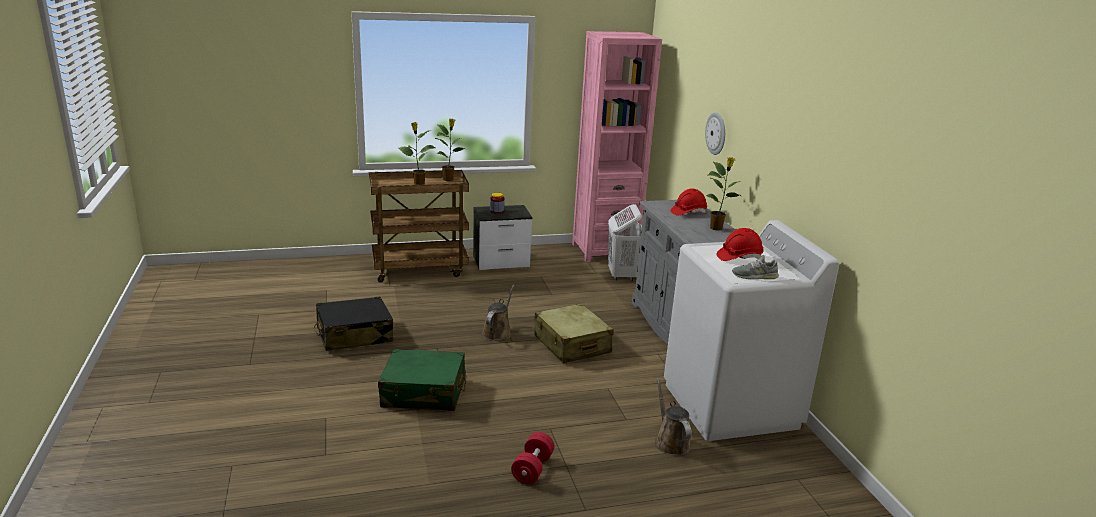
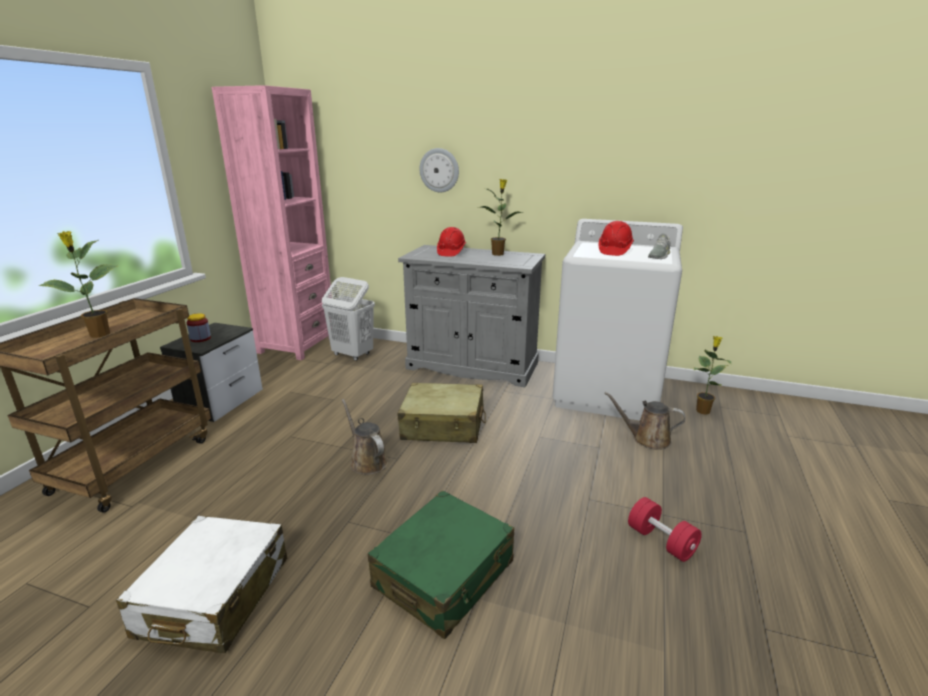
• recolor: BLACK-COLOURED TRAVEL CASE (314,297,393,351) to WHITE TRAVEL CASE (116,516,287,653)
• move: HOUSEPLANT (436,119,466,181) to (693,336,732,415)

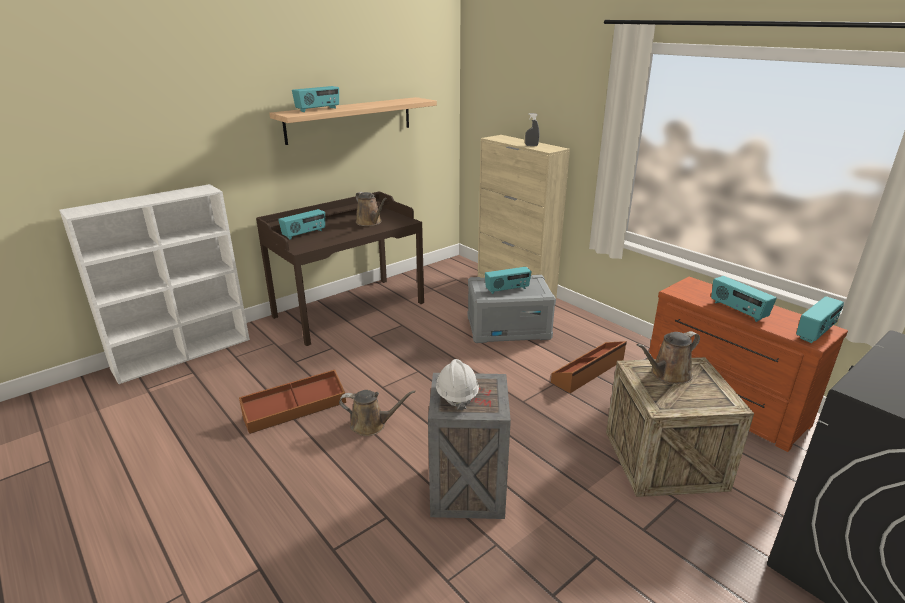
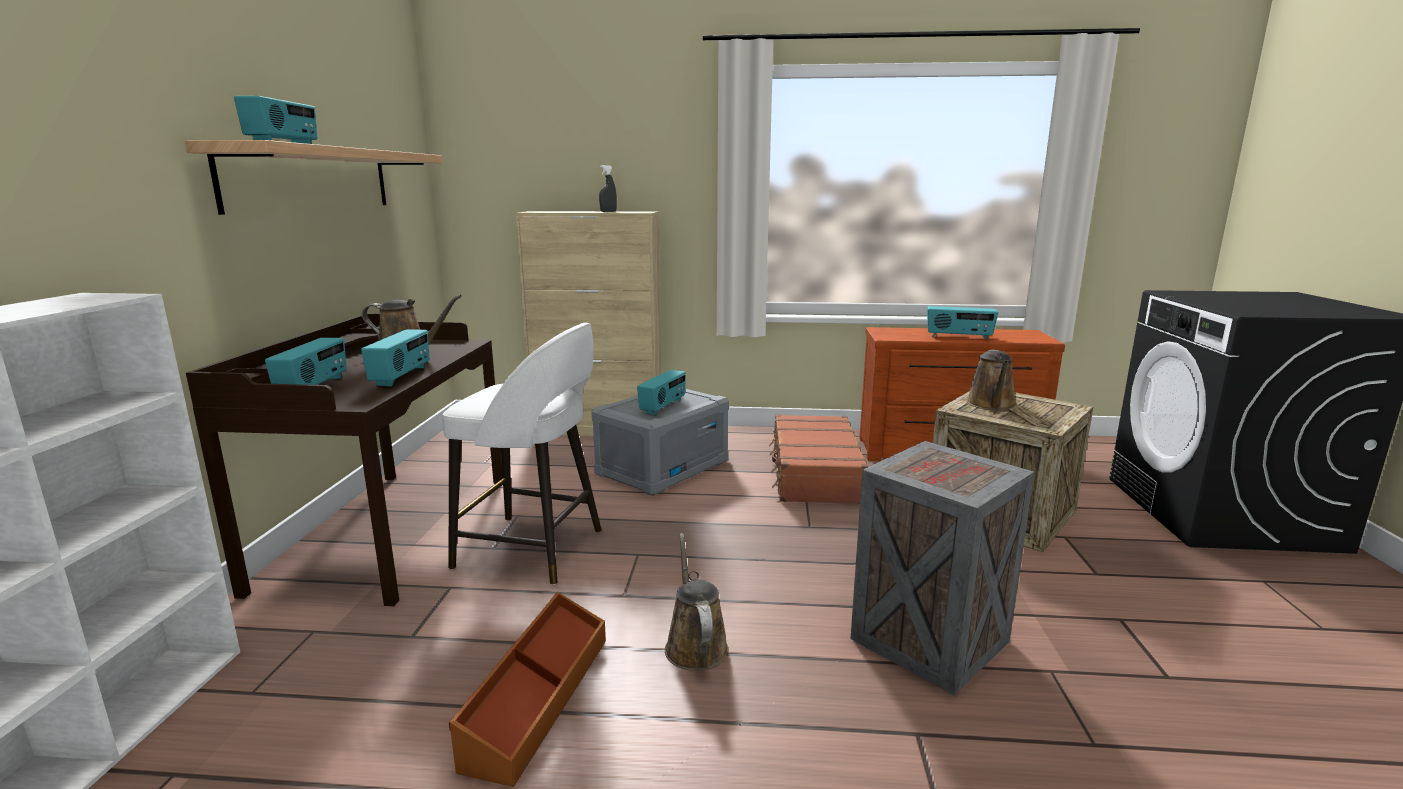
• rotate: BROWNISH WATERING CAN (339,390,415,436) = (665,533,729,671) 60 degrees counterclockwise
• delete: WHITE HARD HAT (436,359,479,411)
• replace: BROWNISH STORAGE BOX (551,341,627,393) to BROWNISH TRAVEL CASE (769,414,868,504)
• move: RADIO RECEIVER (796,296,844,343) to (361,329,430,386)
• insert: WHITE STOOL (442,323,601,585)

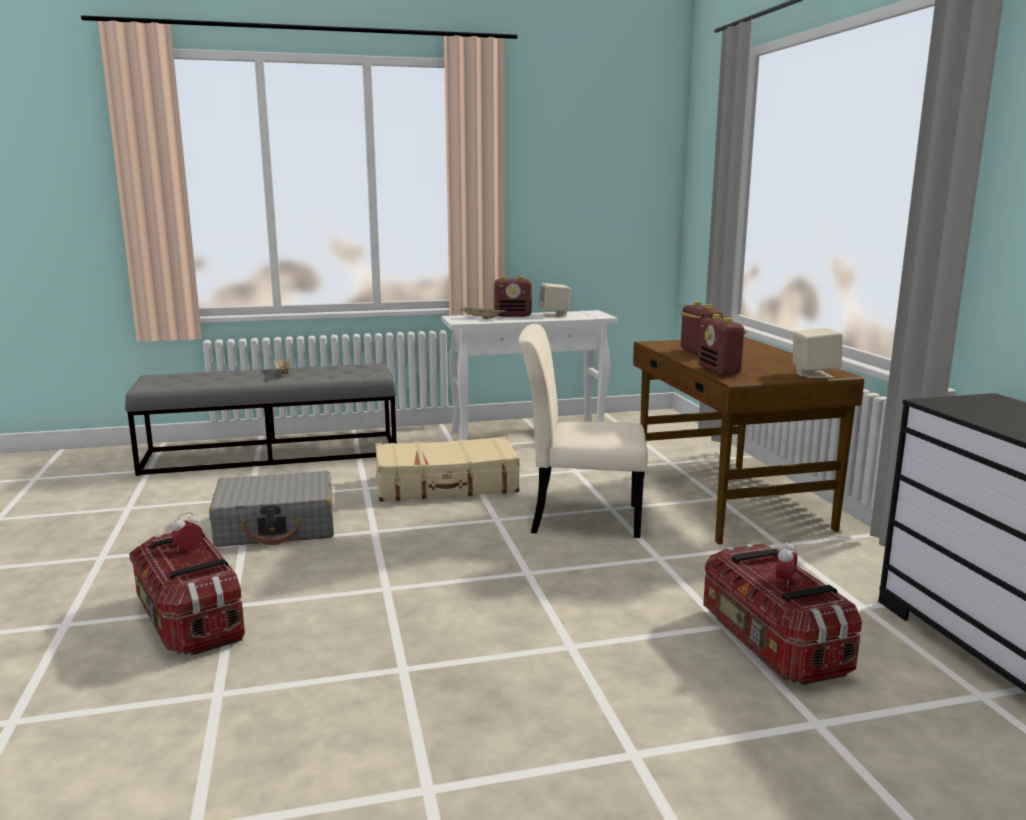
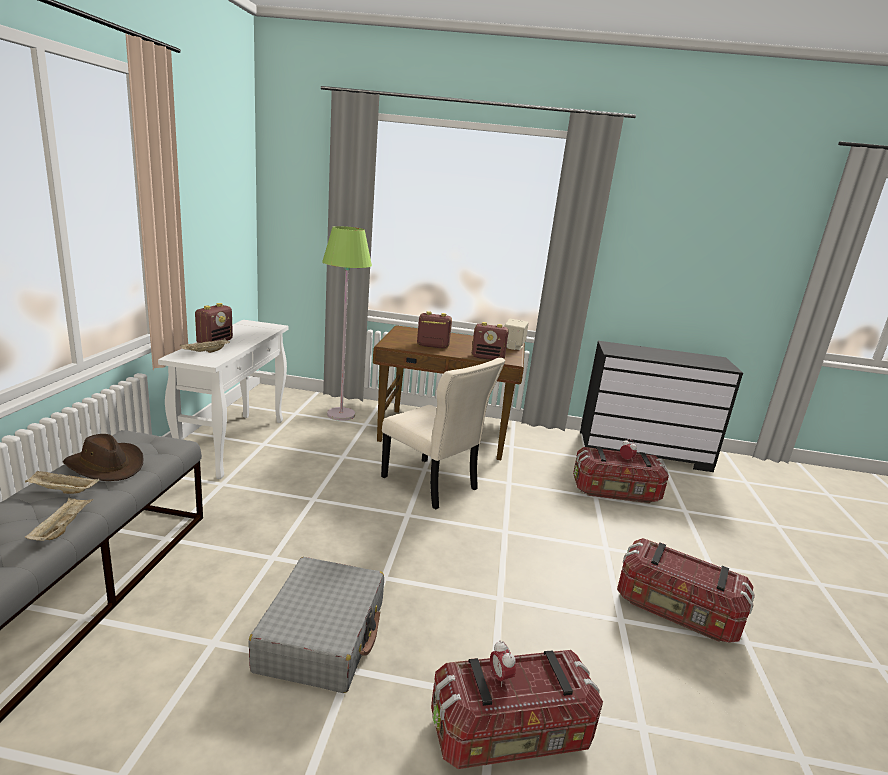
• delete: BEIGE-COLOURED TRAVEL CASE (375,436,520,502)
• rotate: BEIGE-COLOURED CHAIR (518,324,648,538) = (381,358,505,509) 75 degrees counterclockwise
• delete: BEIGE-COLOURED LOUDSPEAKER (539,283,571,317)
• insert: BEIGE-COLOURED SERVING TRAY (25,498,93,541)
• insert: BROWNISH WEARABLE HAT (63,434,143,481)
• insert: GREENISH FLOOR LAMP (322,226,372,421)
• insert: STORAGE BOX (617,538,755,643)

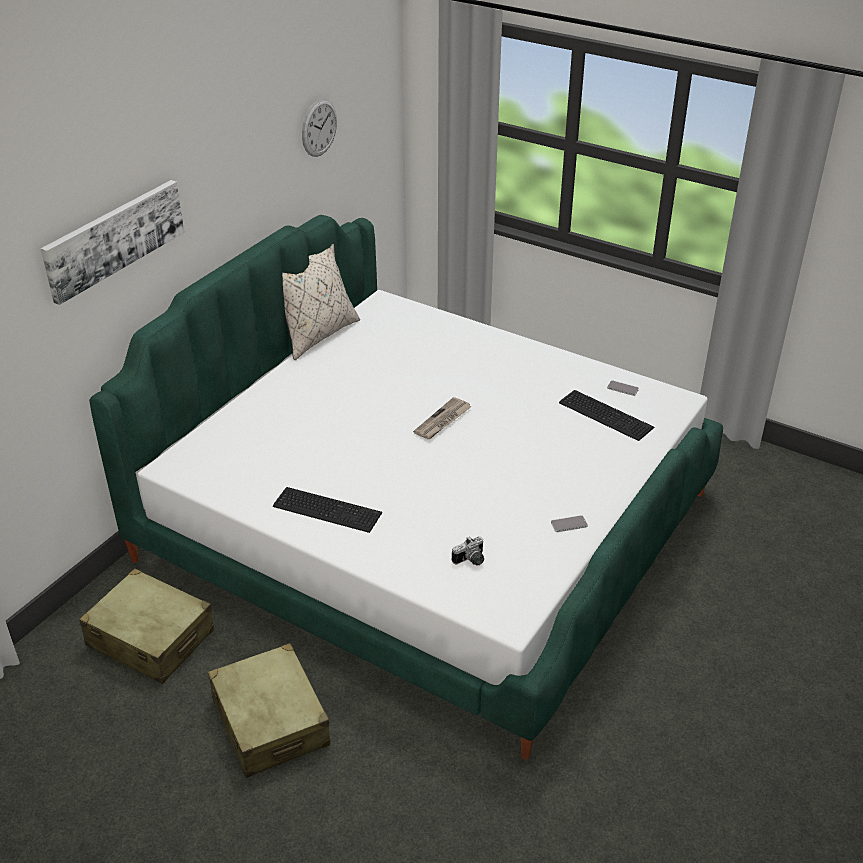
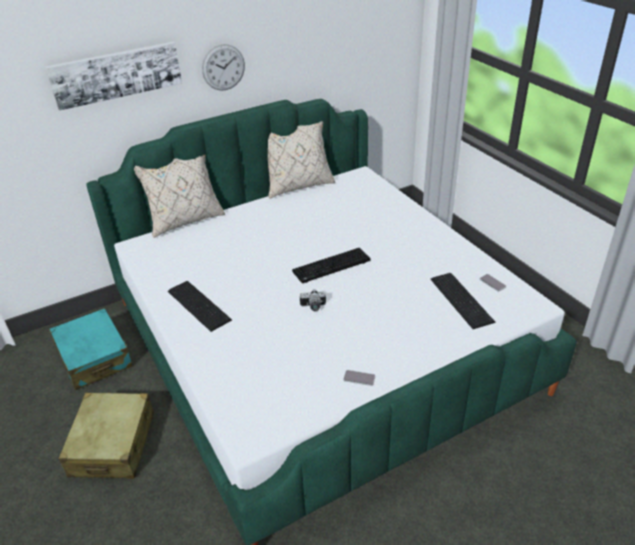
• recolor: BEIGE-COLOURED TRAVEL CASE (79,569,214,684) to BLUE-GREEN TRAVEL CASE (49,308,132,390)
• move: HANGING CLOCK (302,99,337,157) to (202,44,245,91)
• replace: NEWSPAPER (413,397,471,439) to KEYBOARD (292,248,371,283)
• move: PHOTO CAMERA (452,536,484,566) to (300,289,326,311)
• insert: BEIGE-COLOURED PILLOW (134,155,225,238)

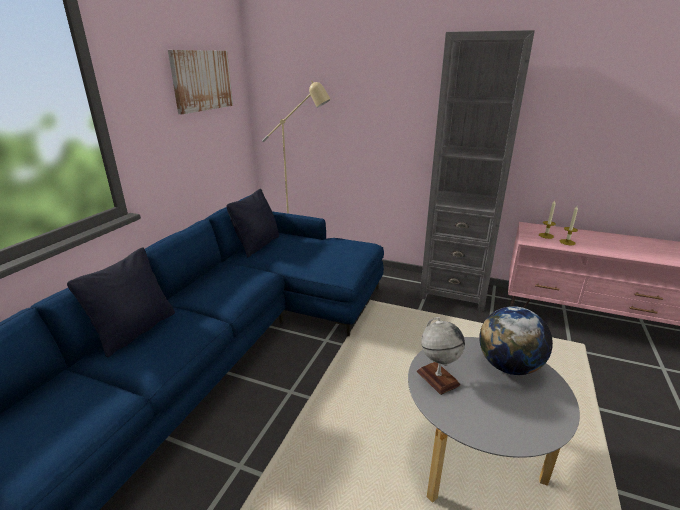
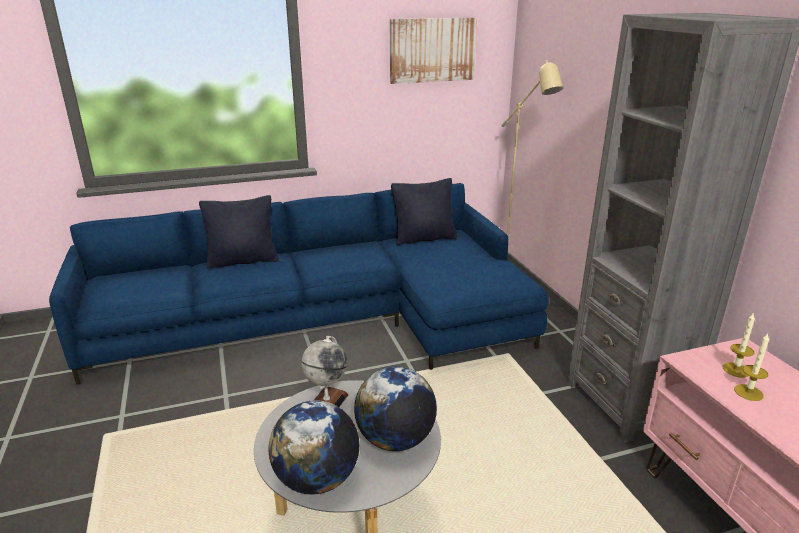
• insert: WORLD GLOBE (269,400,359,495)

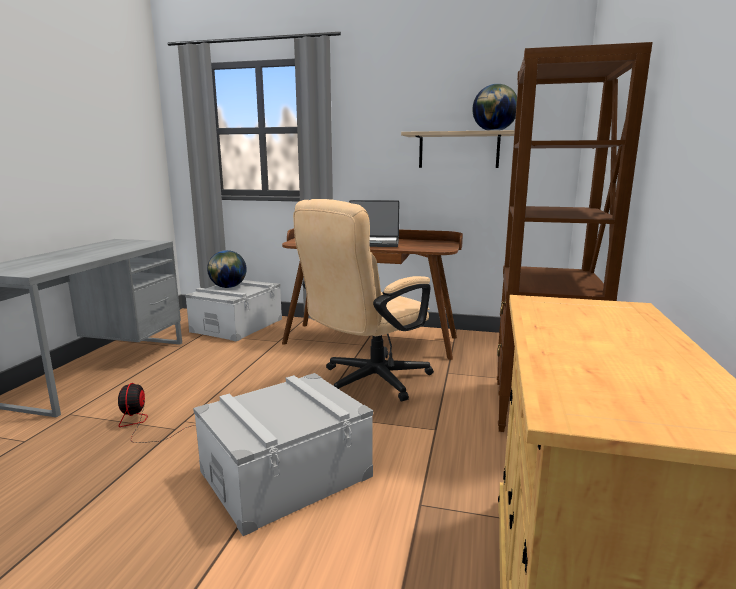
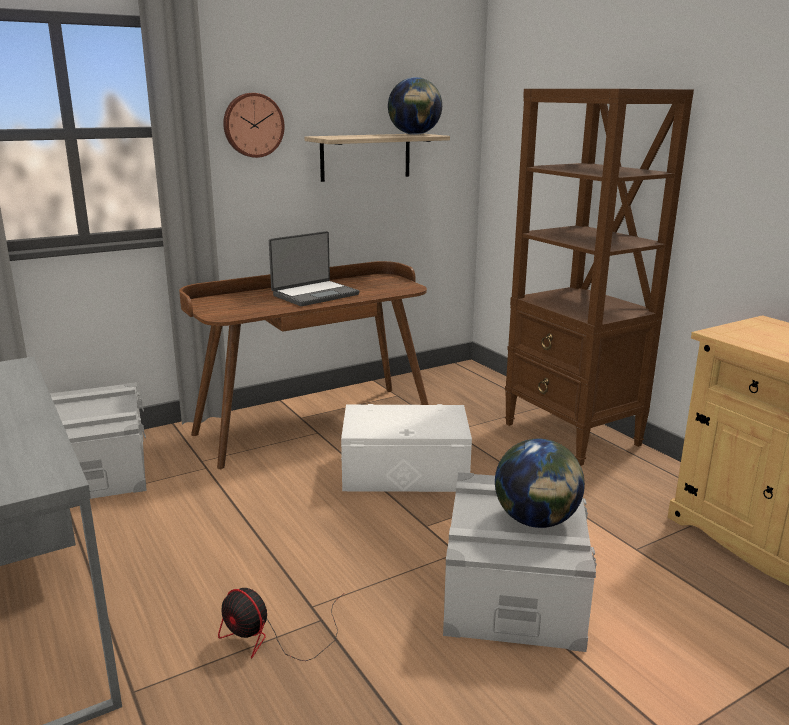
• move: WORLD GLOBE (207,250,247,288) to (495,439,585,528)
• replace: BEIGE-COLOURED DESK CHAIR (293,199,434,402) to WHITE STORAGE BOX (341,404,472,492)
• insert: HANGING CLOCK (223,93,285,158)

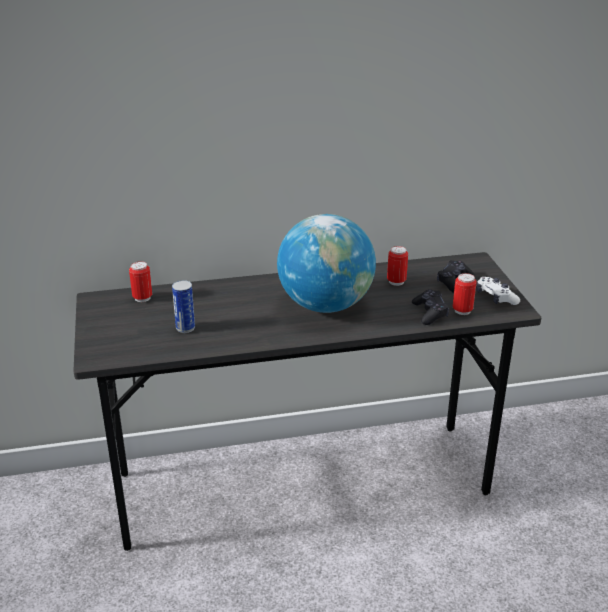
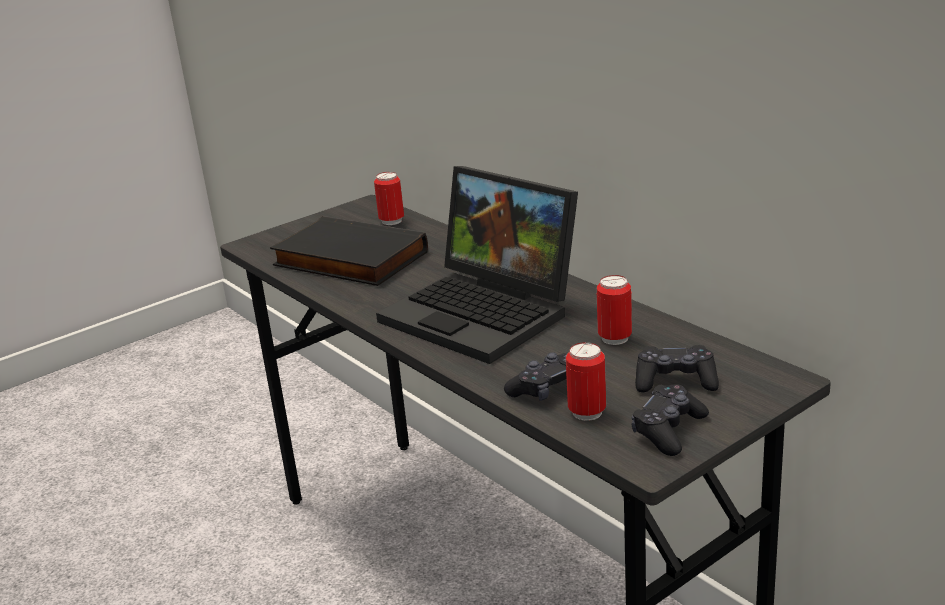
• replace: SEALED CAN (172,280,195,333) to BLACK-COLOURED BOUND BOOK (270,216,428,286)
• replace: WORLD GLOBE (277,214,376,313) to NOTEBOOK COMPUTER (376,166,578,364)
• recolor: WHITE GAMEPAD (476,277,520,305) to BLACK-COLOURED GAMEPAD (631,384,709,456)

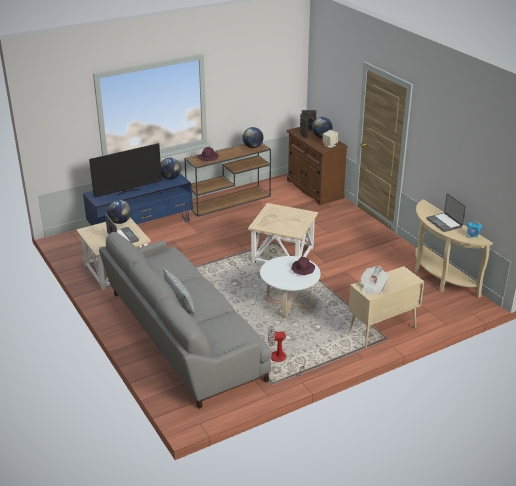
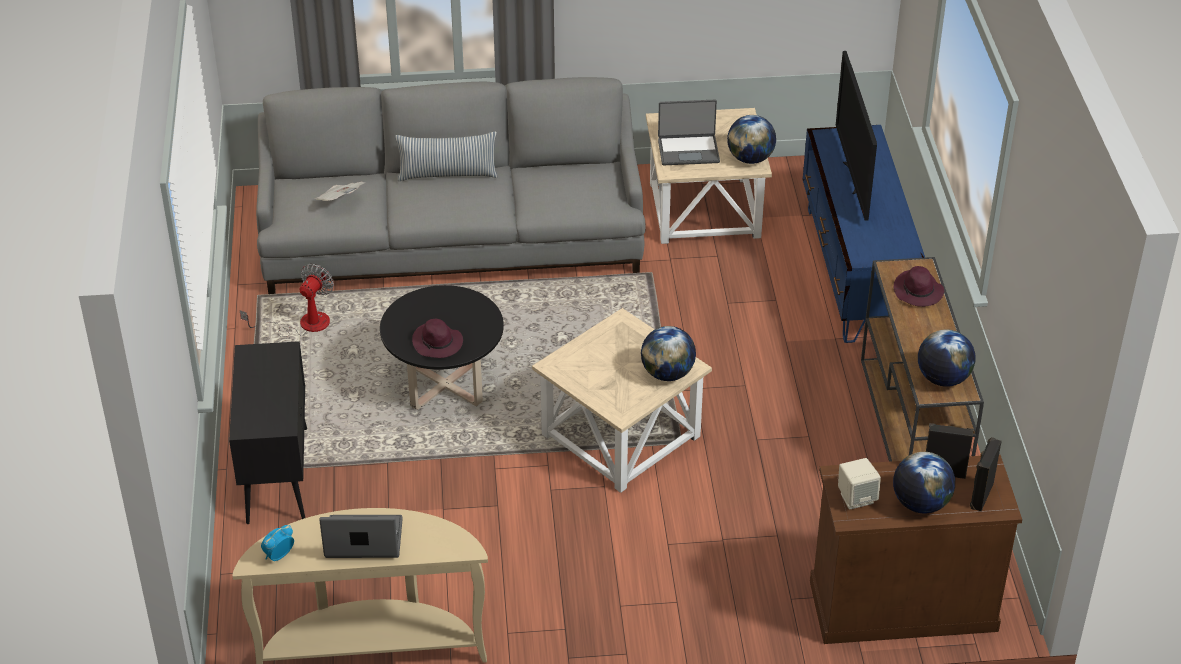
• move: WORLD GLOBE (161,157,181,180) to (641,326,696,381)
• recolor: WHITE LOW TABLE (260,256,320,317) to BLACK-COLOURED LOW TABLE (380,285,504,410)
• recolor: BEIGE-COLOURED CUPBOARD (348,266,424,348) to BLACK-COLOURED CUPBOARD (229,341,307,524)
• move: NEWSPAPER (361,266,389,295) to (315,182,364,201)

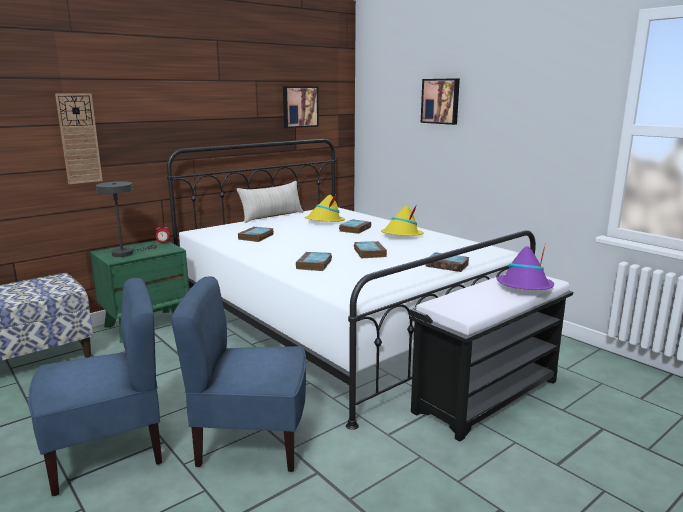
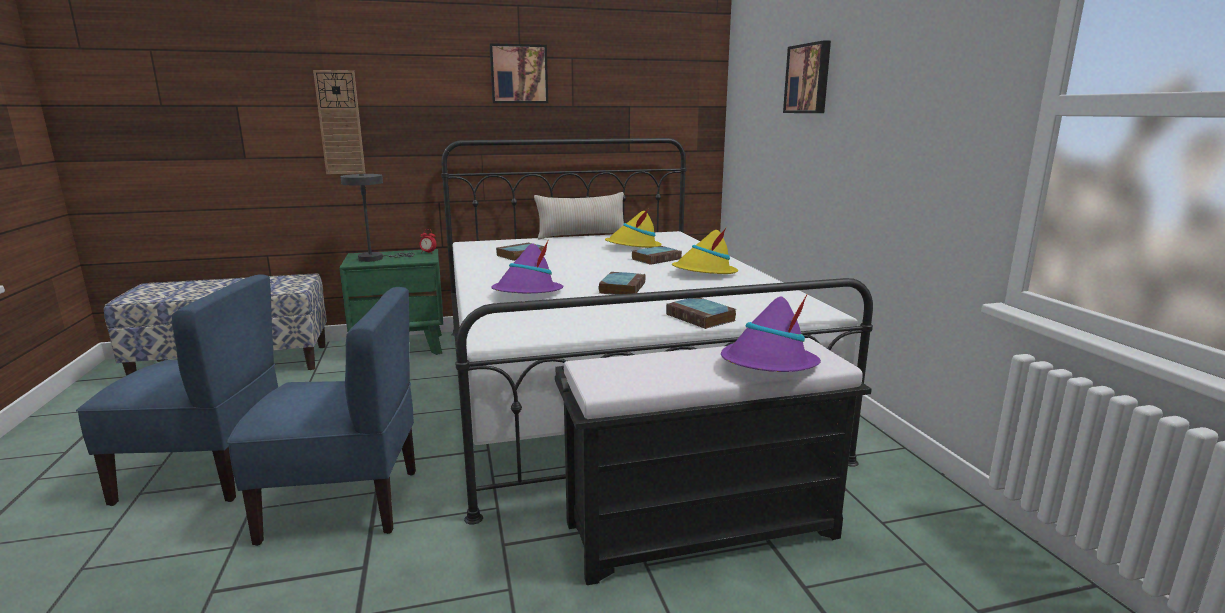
• rotate: BLUE CHAIR (171,276,306,472) = (227,287,416,546) 150 degrees clockwise
• move: WALL PICTURE (283,86,319,128) to (489,43,548,103)
• replace: BOUND BOOK (296,251,332,271) to PURPLE WEARABLE HAT (492,241,563,293)

